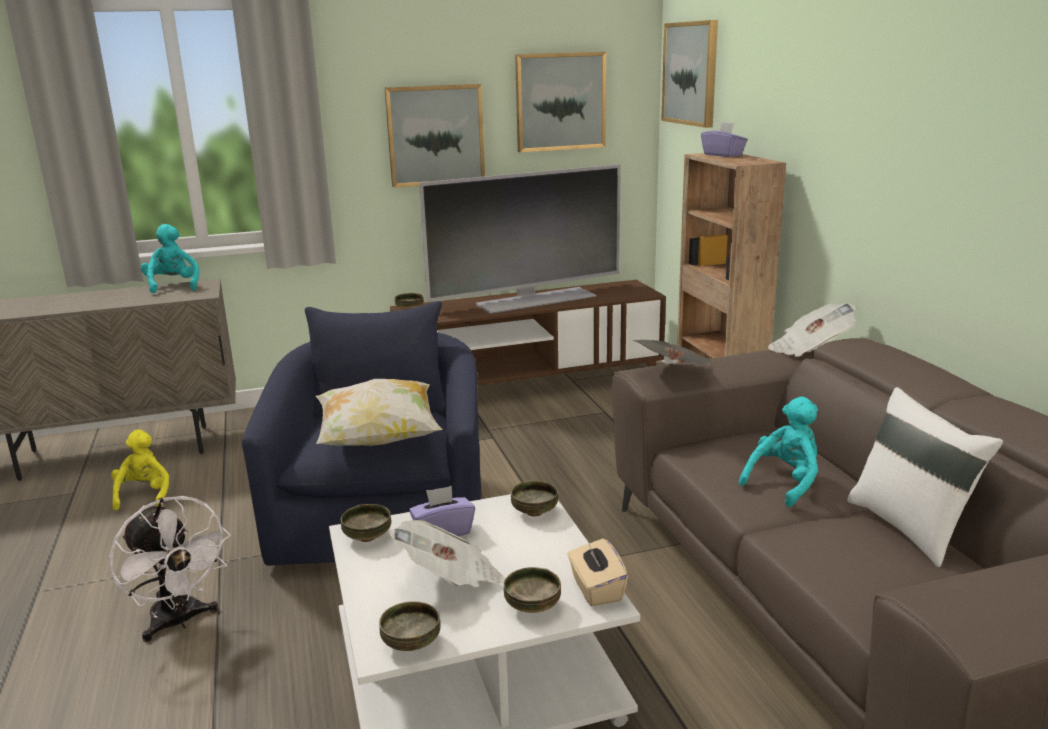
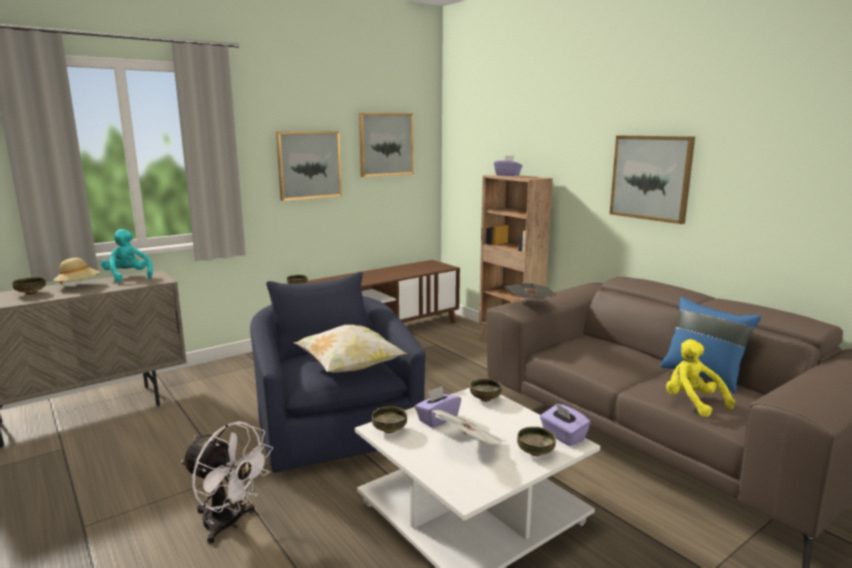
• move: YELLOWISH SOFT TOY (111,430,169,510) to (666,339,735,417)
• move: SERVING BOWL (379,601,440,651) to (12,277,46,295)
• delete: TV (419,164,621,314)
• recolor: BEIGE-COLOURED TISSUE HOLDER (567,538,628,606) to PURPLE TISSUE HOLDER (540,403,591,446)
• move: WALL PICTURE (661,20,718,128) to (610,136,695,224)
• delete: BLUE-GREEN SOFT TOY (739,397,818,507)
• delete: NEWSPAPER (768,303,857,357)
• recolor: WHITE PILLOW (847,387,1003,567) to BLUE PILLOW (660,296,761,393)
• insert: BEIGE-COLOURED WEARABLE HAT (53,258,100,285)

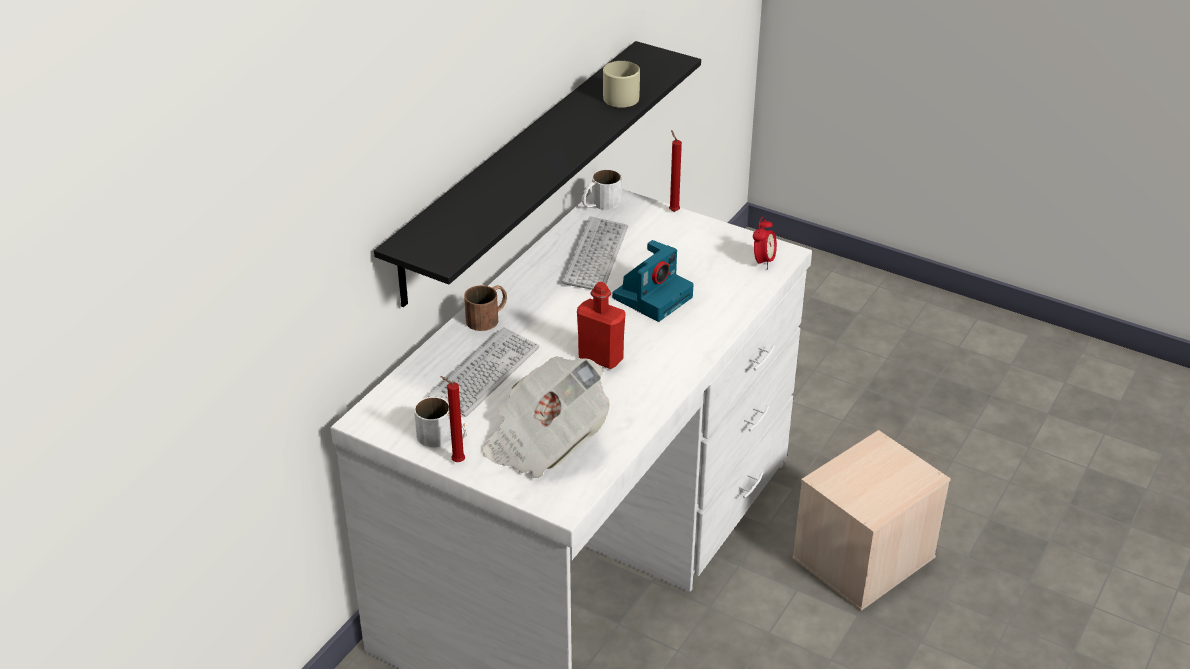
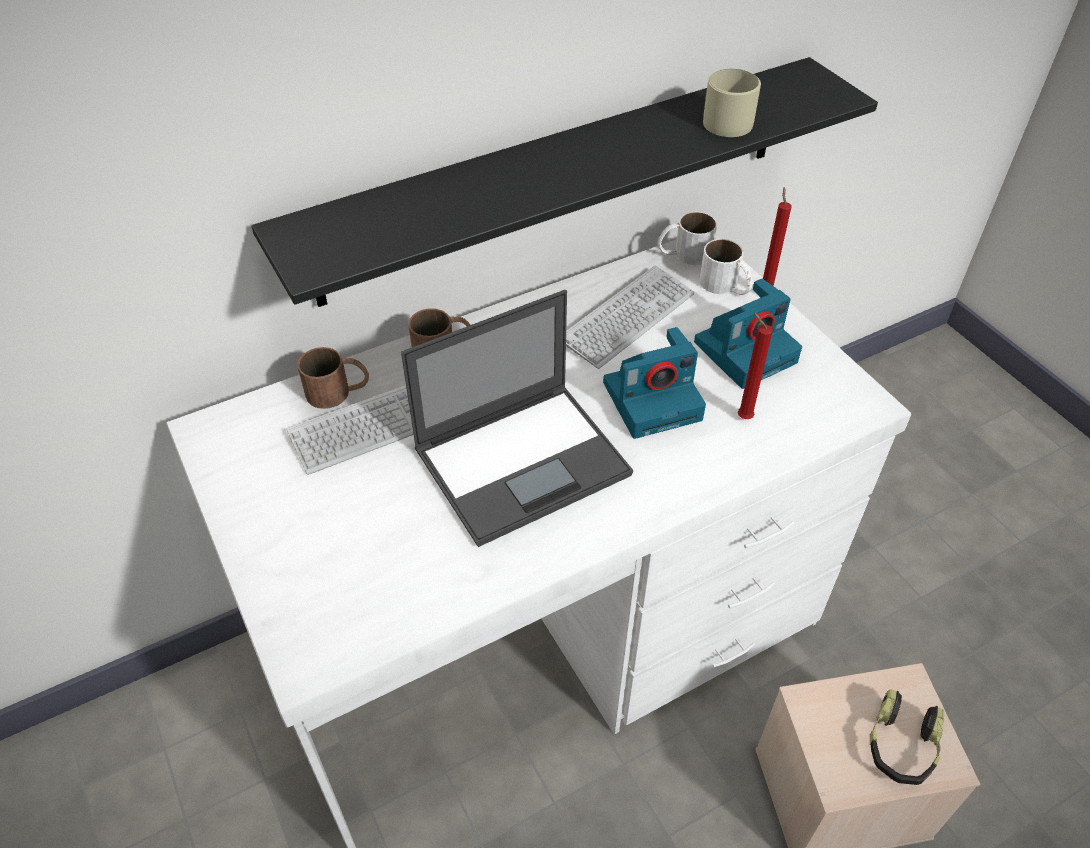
• move: WHITE MUG (414,397,468,447) to (699,239,752,295)
• move: RED WAX CANDLE (440,376,465,462) to (738,312,773,419)
• delete: NEWSPAPER (482,356,610,478)
• replace: RED BEVERAGE BOTTLE (577,282,625,369) to NOTEBOOK COMPUTER (401,290,633,547)
• delete: TABLE CLOCK (753,217,777,270)
• insert: BROWNISH MUG (298,347,369,409)
• insert: PHOTO CAMERA (694,279,802,389)
• insert: PAIR OF HEADPHONES (870,689,945,785)

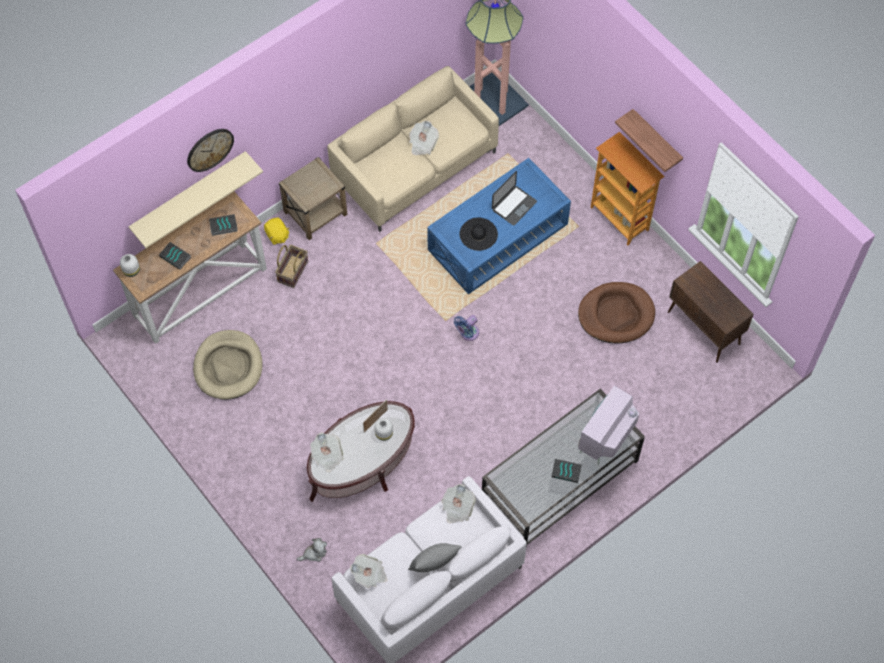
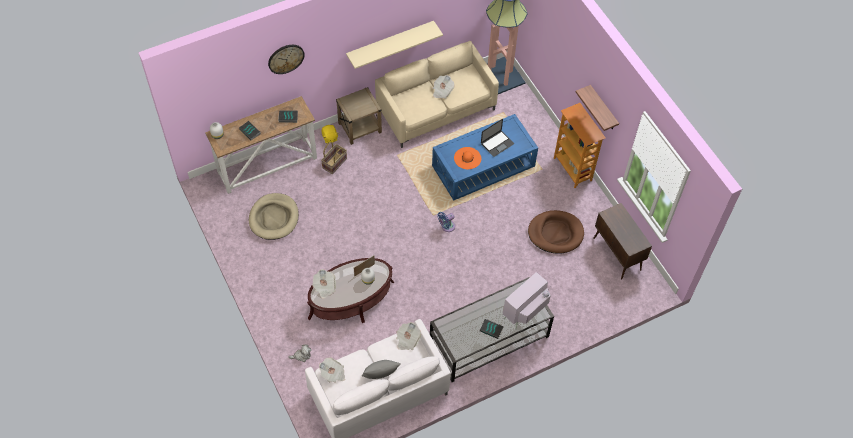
• move: BEIGE-COLOURED SHELF (128,151,263,248) to (346,21,443,69)
• recolor: BLACK-COLOURED WEARABLE HAT (460,218,498,251) to ORANGEY WEARABLE HAT (454,147,481,169)

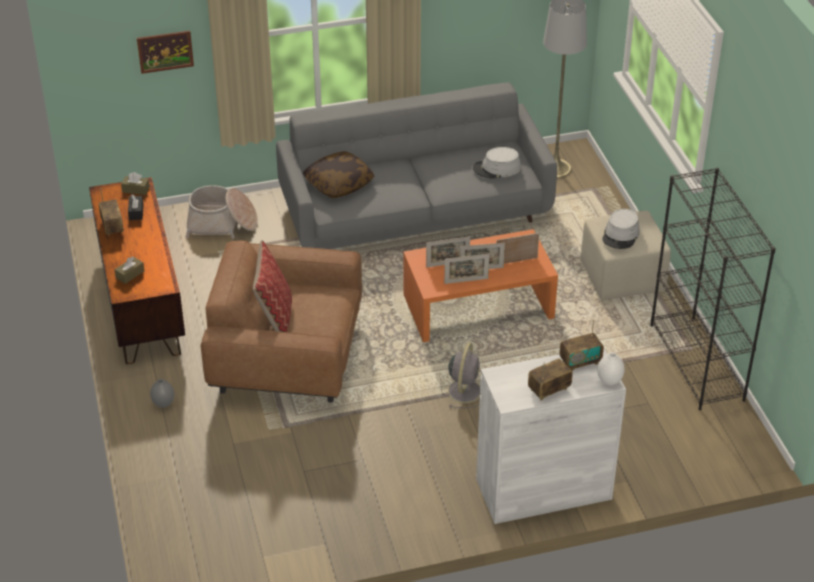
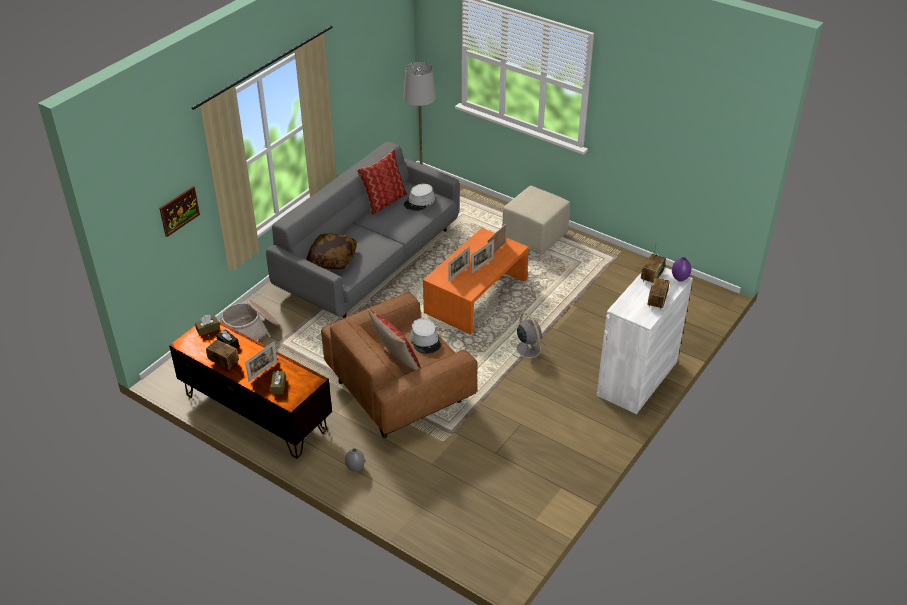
• move: STANDING FRAME (444,254,489,284) to (245,341,277,382)
• recolor: WHITE FLOWER VASE (597,352,625,386) to PURPLE FLOWER VASE (672,257,691,281)
• move: GREYISH WEARABLE HAT (602,209,640,249) to (410,318,441,354)
• delete: BLACK-COLOURED BOOKCASE (651,168,776,410)
• insert: PILLOW (357,149,407,216)

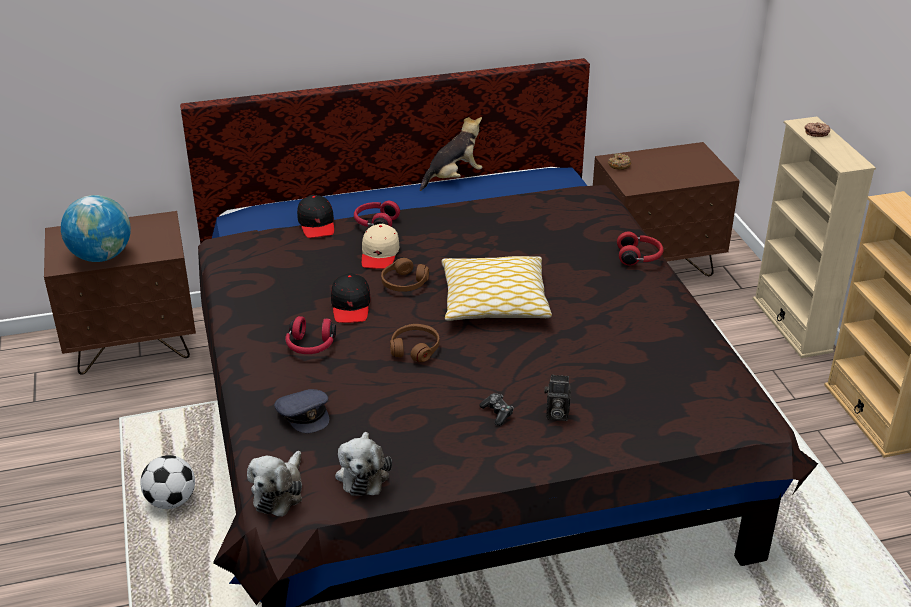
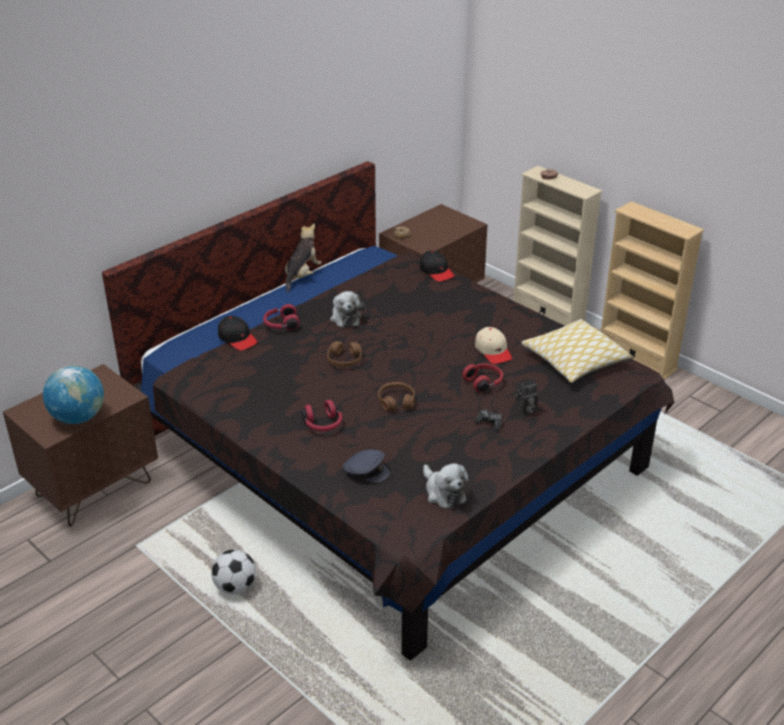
• move: SOFT TOY (247,451,302,517) to (330,291,365,328)
• move: BLACK-COLOURED PEAKED CAP (331,273,371,323) to (419,251,454,282)
• move: BEIGE-COLOURED PEAKED CAP (362,224,400,269) to (475,327,512,364)
• move: PILLOW (441,256,552,321) to (521,319,632,383)
• move: RED PAIR OF HEADPHONES (617,232,664,265) to (462,363,503,392)

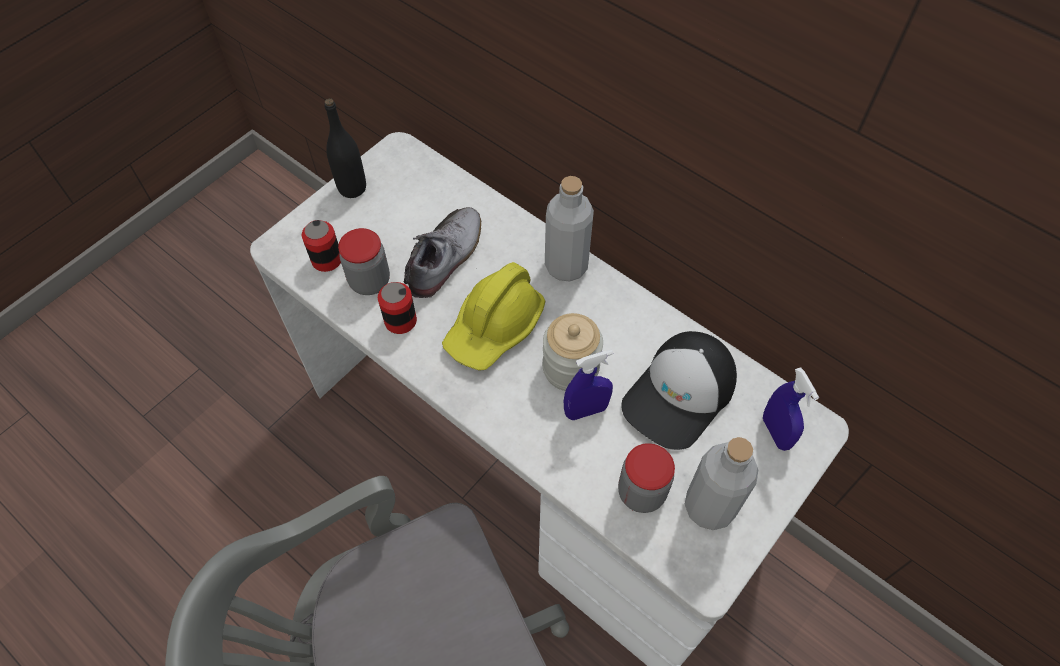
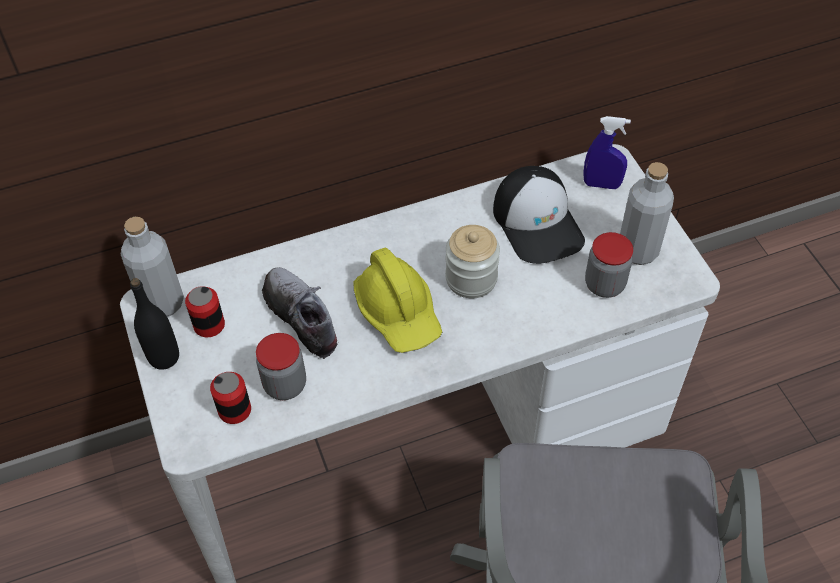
• move: SEALED CAN (378,282,417,334) to (185,286,225,337)
• move: GREYISH BEVERAGE BOTTLE (545,176,594,282) to (121,217,184,317)
• delete: BLUE HAND SPRAYER (564,349,613,420)

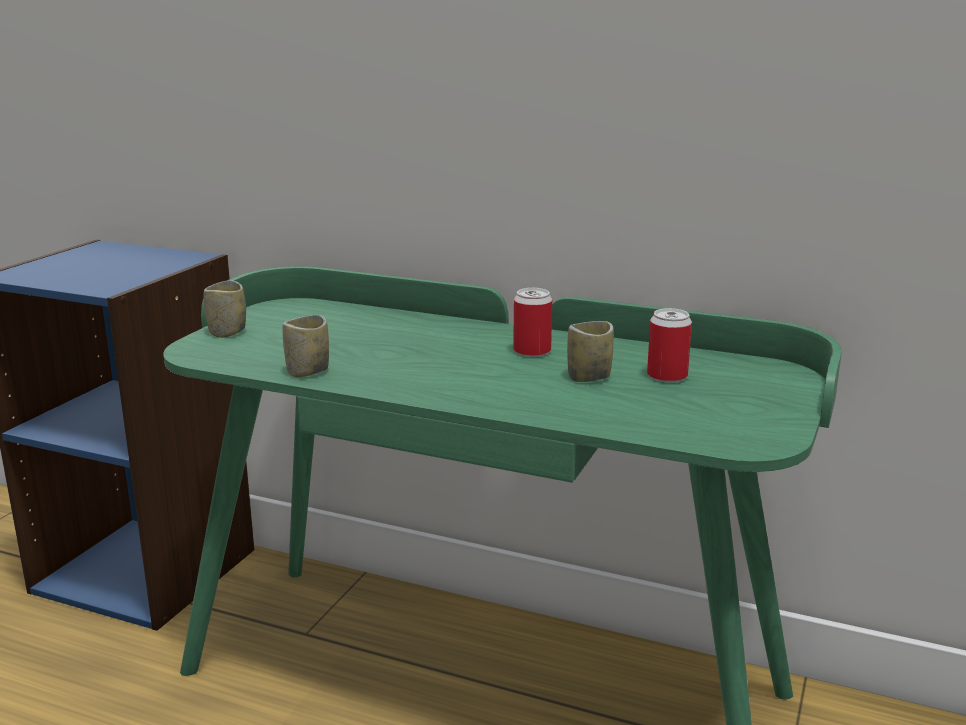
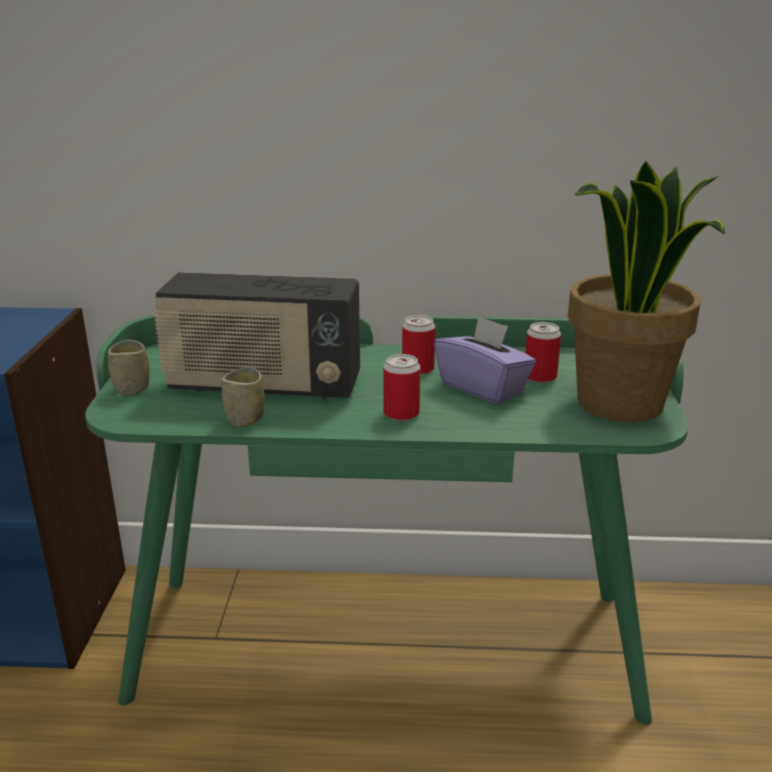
• replace: SMALL CUP (567,321,614,382) to PURPLE TISSUE HOLDER (434,316,536,404)
• insert: RADIO RECEIVER (154,272,360,399)
• insert: SEALED CAN (384,354,420,421)
• insert: HOUSEPLANT (568,161,725,422)

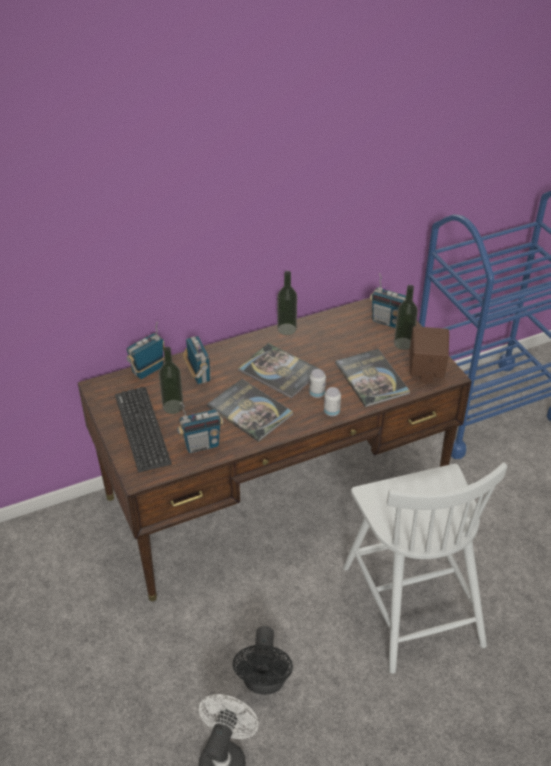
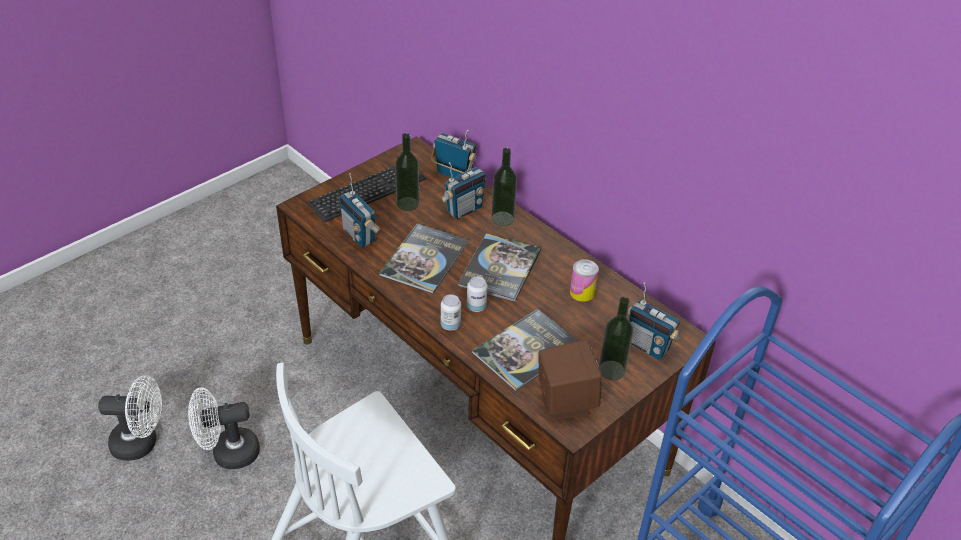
• recolor: BLACK-COLOURED FAN (233,626,293,695) to WHITE FAN (188,388,260,469)
• move: BEVERAGE BOTTLE (277,271,297,335) to (491,148,517,226)
• rotate: RADIO RECEIVER (370,273,406,328) = (627,282,680,360) 60 degrees counterclockwise
• insert: SEALED CAN (570,259,599,302)

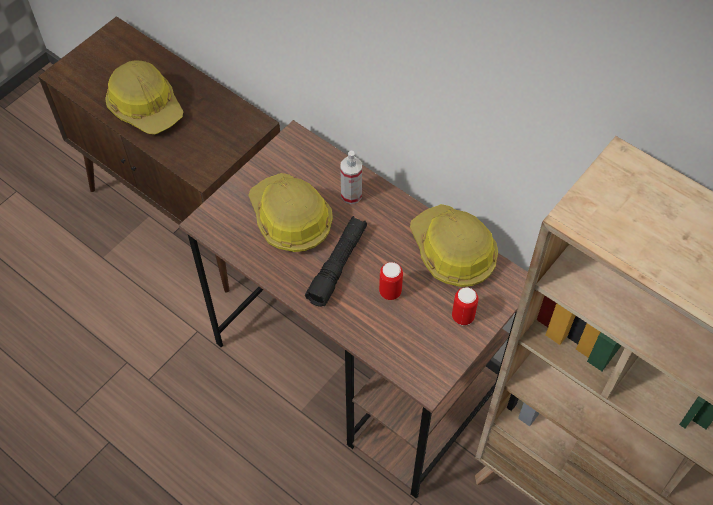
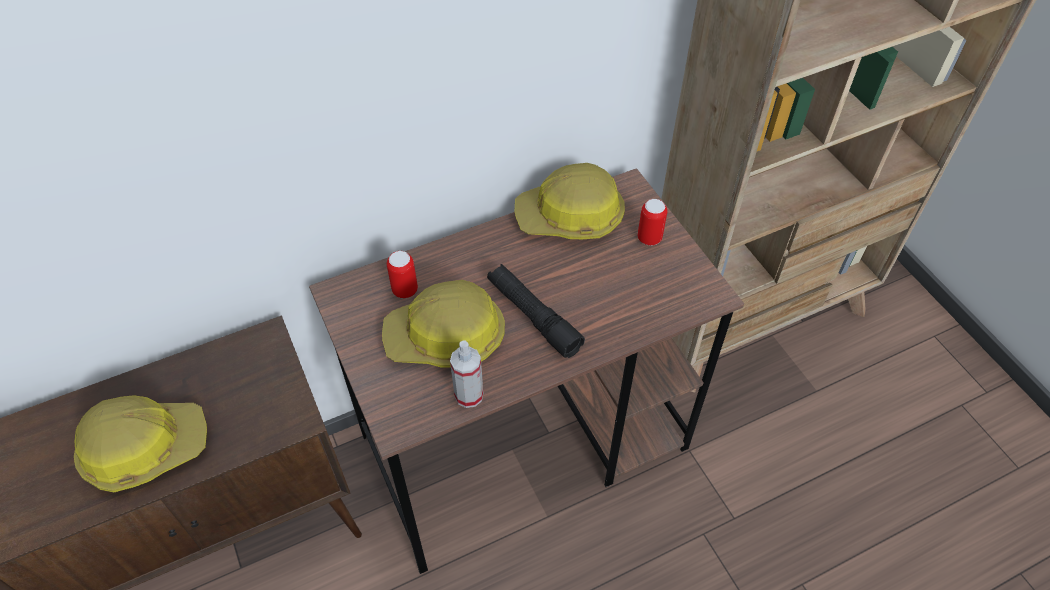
• move: HAND SPRAYER (340,150,362,204) to (450,340,483,408)
• move: SEALED CAN (379,262,403,300) to (387,251,418,298)

